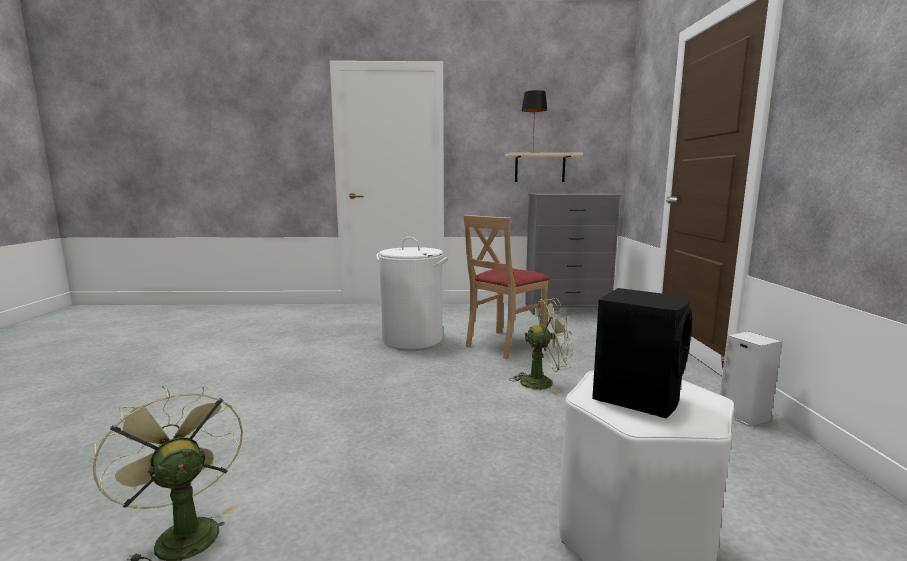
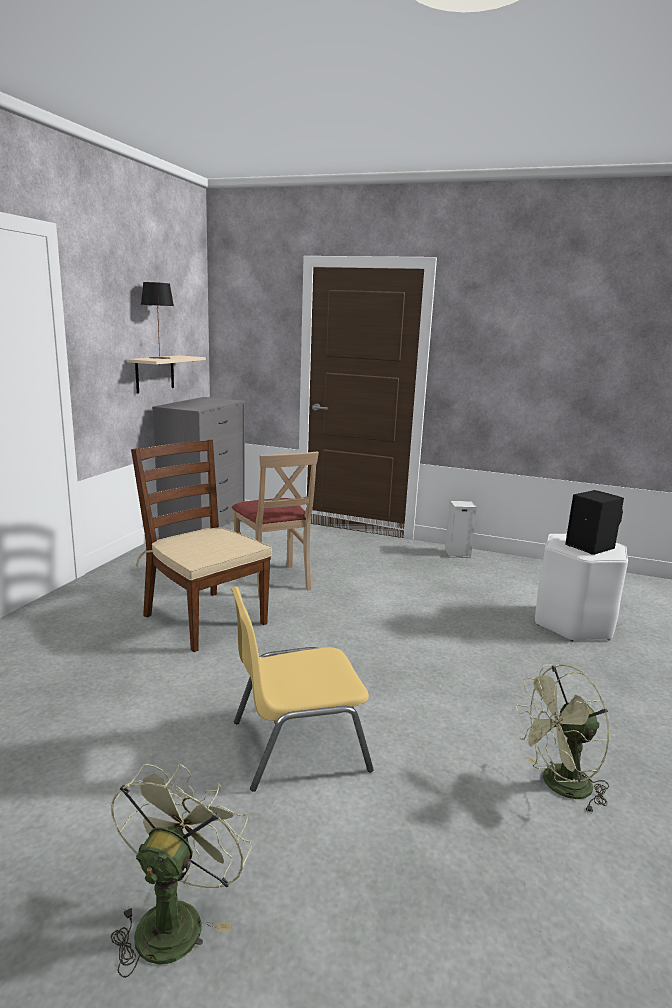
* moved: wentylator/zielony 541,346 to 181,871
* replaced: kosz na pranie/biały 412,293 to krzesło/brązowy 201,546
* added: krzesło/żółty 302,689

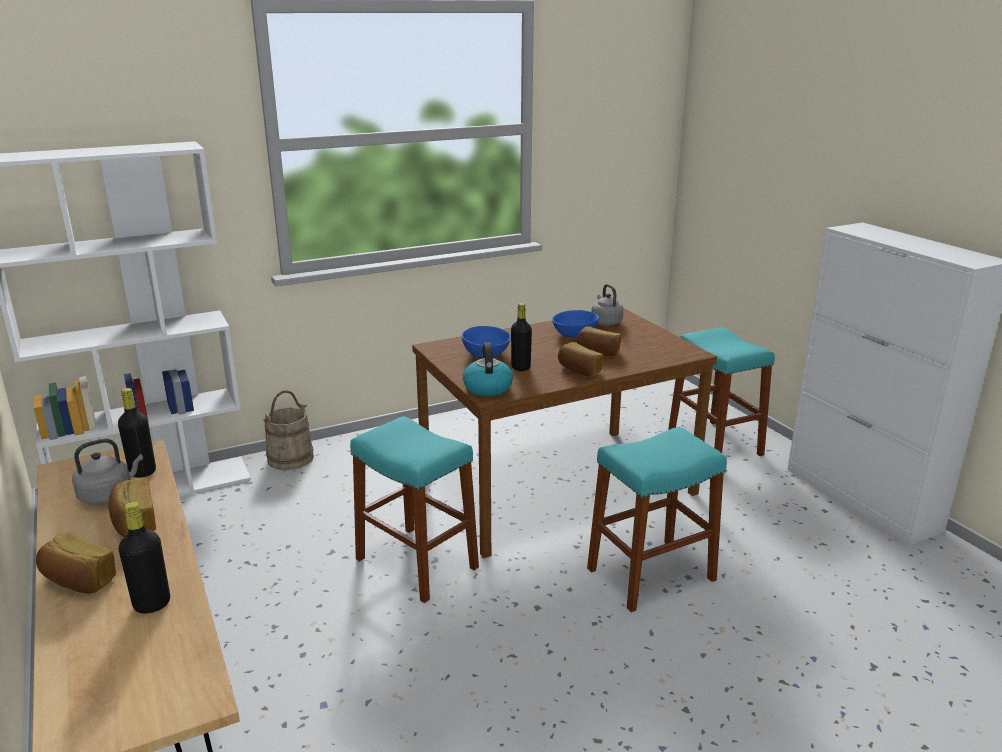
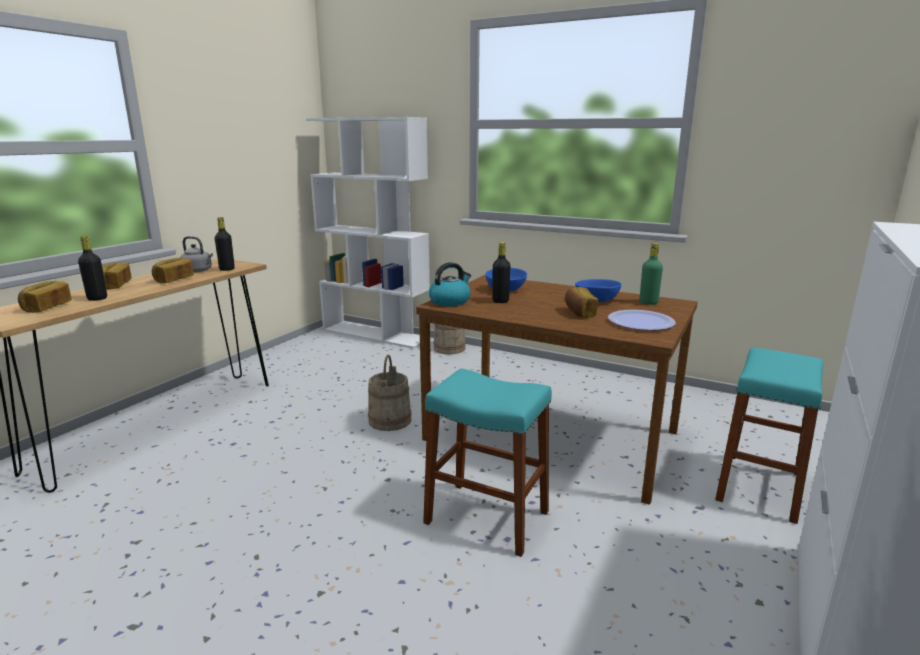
* moved: chleb 580,359 to 45,297
* replaced: stołek/turkusowy 414,509 to wiadro/beżowy 390,393
* added: talerz 642,320
* replaced: czajnik/szary 607,305 to butelka/zielony 651,274

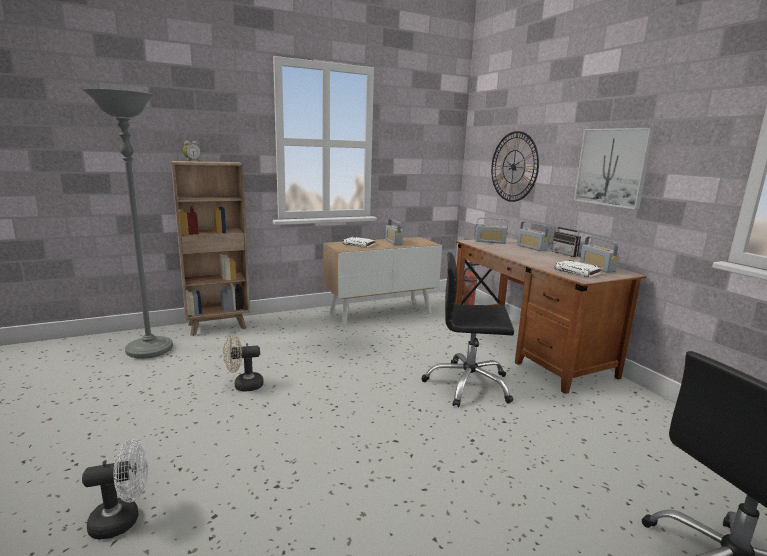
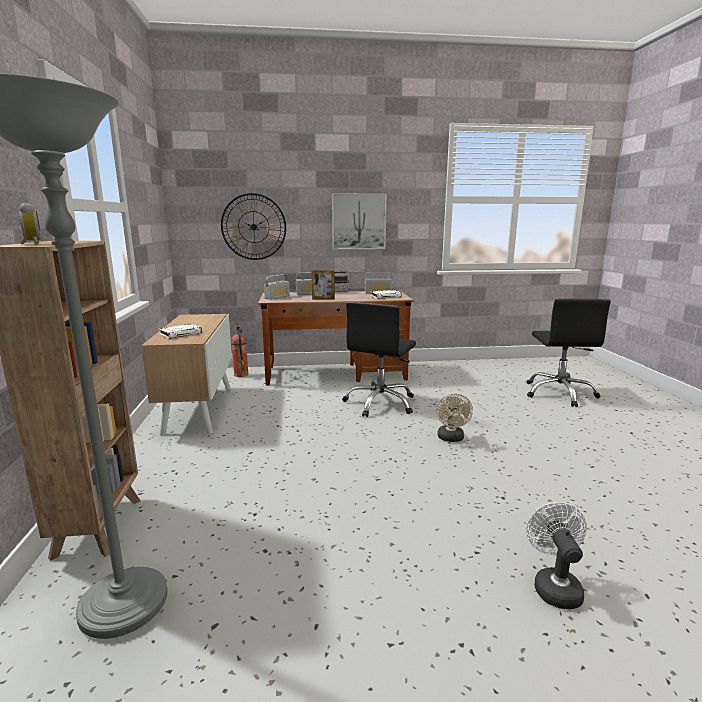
* added: ramka na zdjęcie 323,284
* moved: wentylator/beżowy 243,363 to 454,417
* removed: radio 394,232

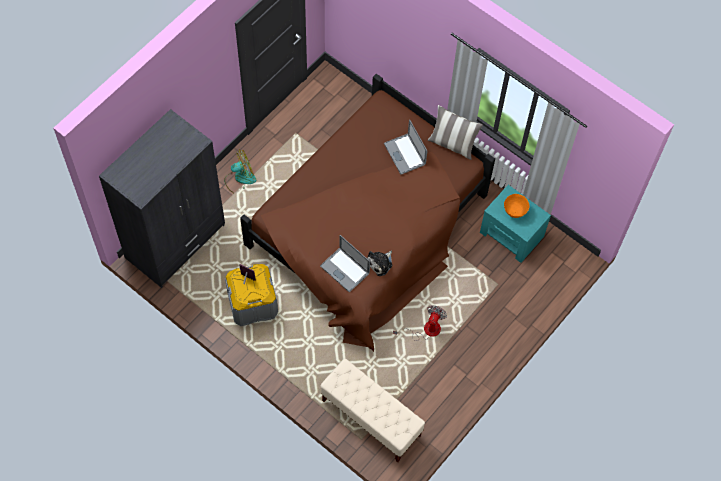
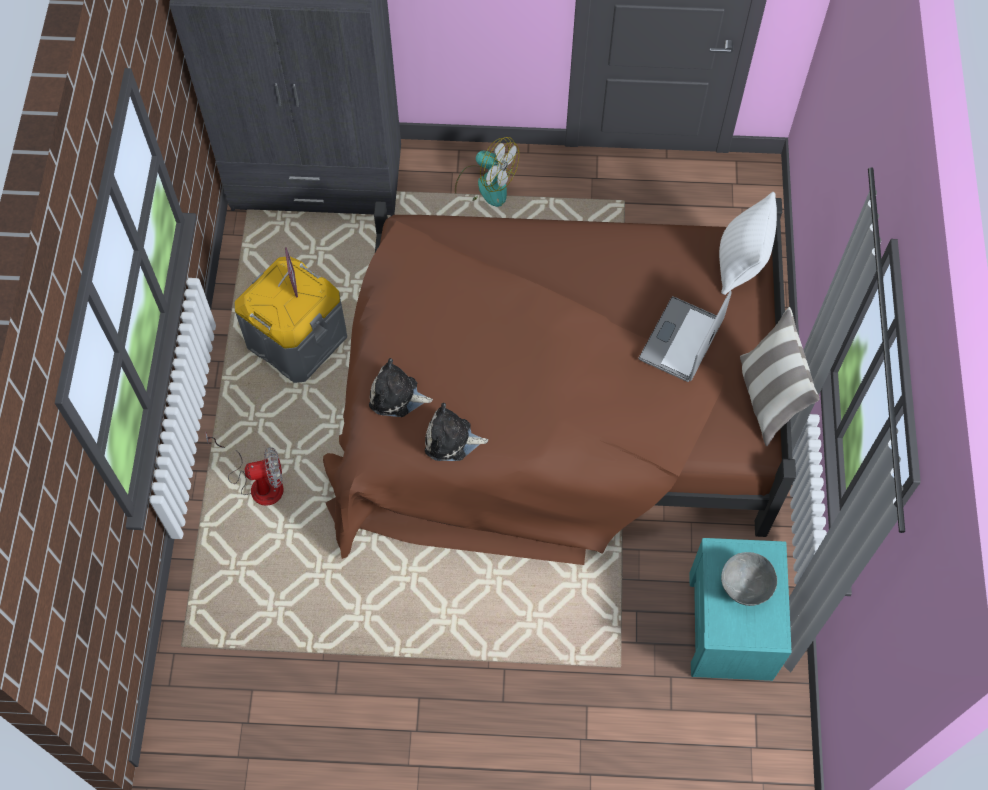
* moved: wentylator 420,323 to 244,468
* replaced: laptop 345,263 to pluszak 401,387
* added: poduszka/biały 748,243
* recoloured: miska/pomarańczowy 516,206 to miska/szary 749,579
* removed: ławka/beżowy 372,410

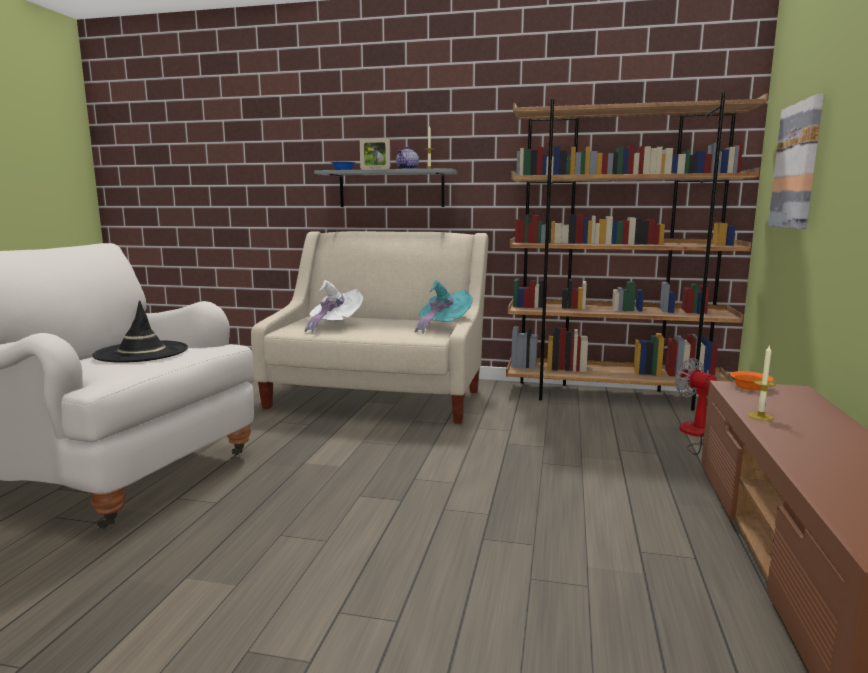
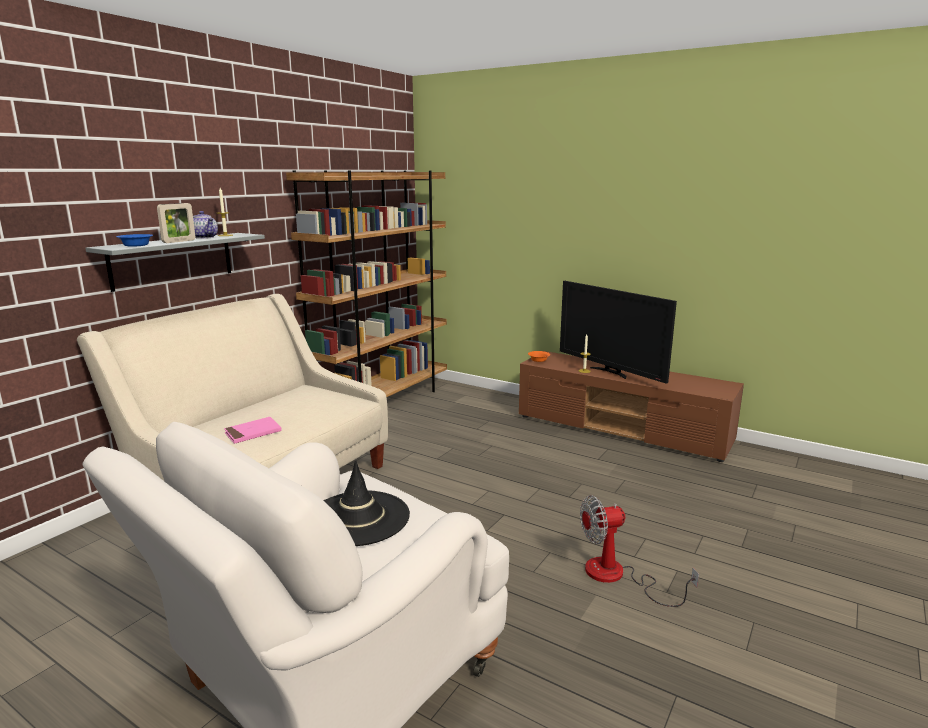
* replaced: kapelusz/biały 333,306 to książka/różowy 253,430
* added: telewizor 618,332
* moved: wentylator 696,406 to 639,551
* removed: kapelusz/turkusowy 444,307
* removed: obraz 796,161

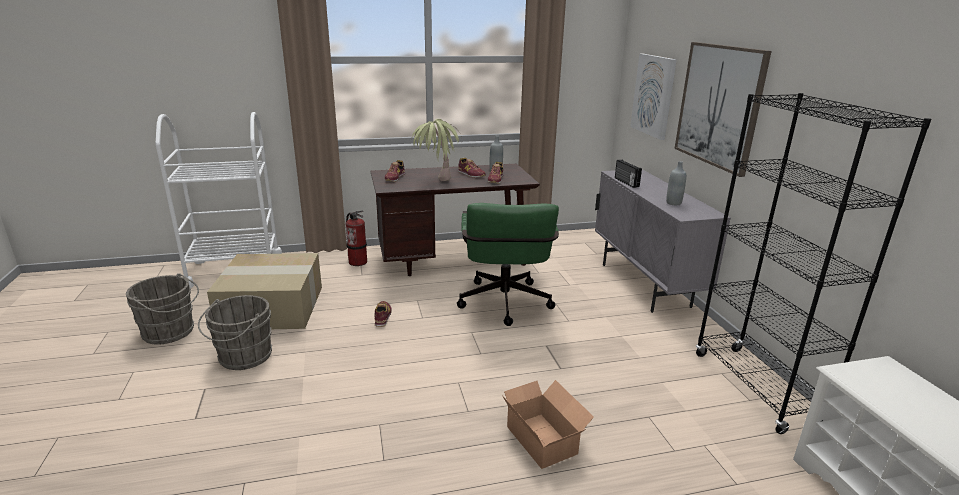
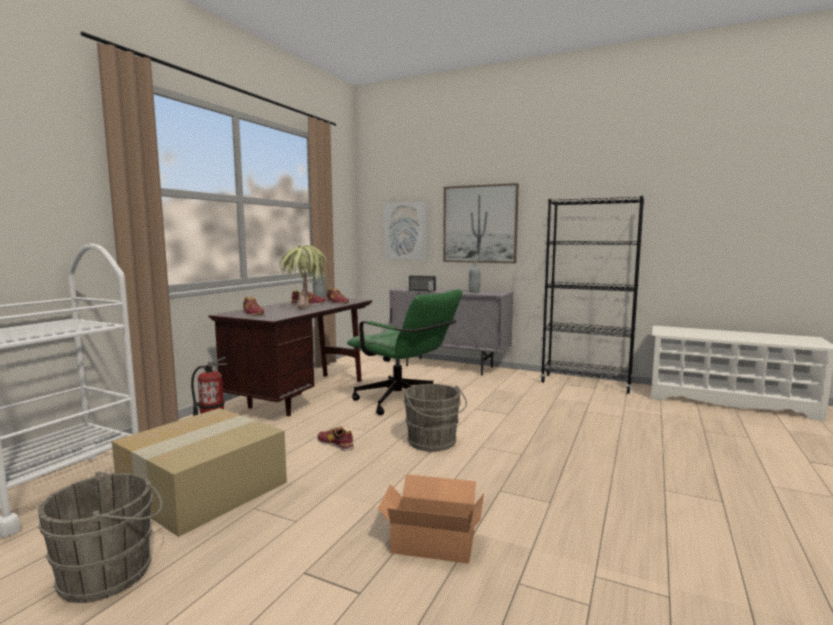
* moved: karton 548,424 to 431,519
* moved: wiadro/szary 235,332 to 435,418

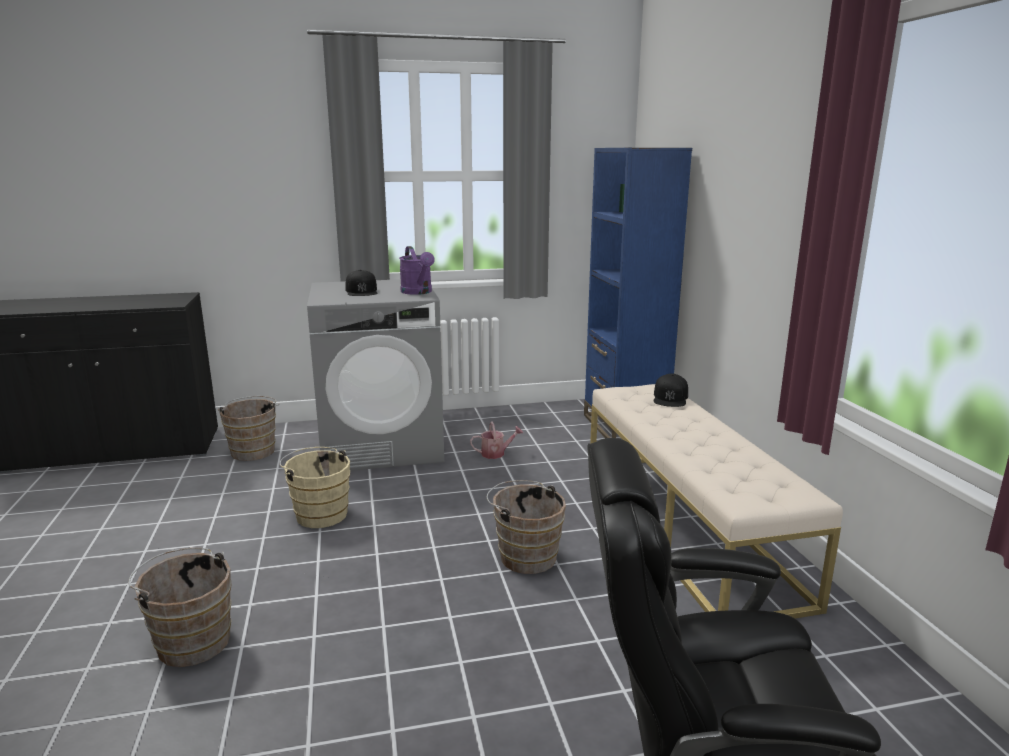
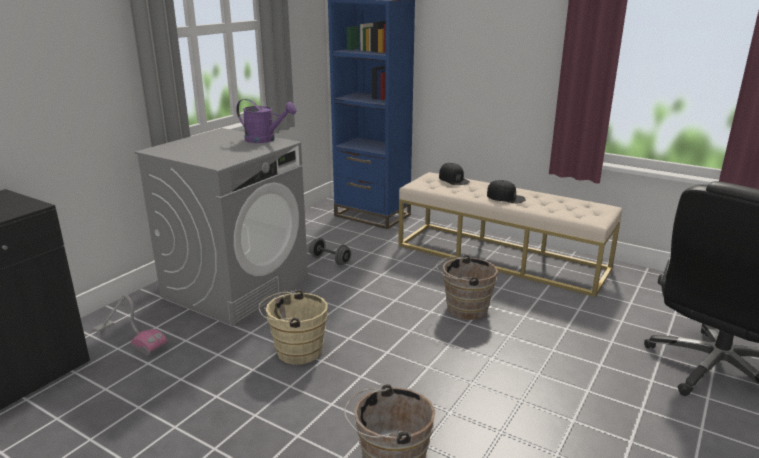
* replaced: wiadro/brązowy 248,428 to odkurzacz 130,325
* replaced: konewka 496,440 to hantel/szary 330,251
* moved: czapka z daszkiem/czarny 361,283 to 506,191

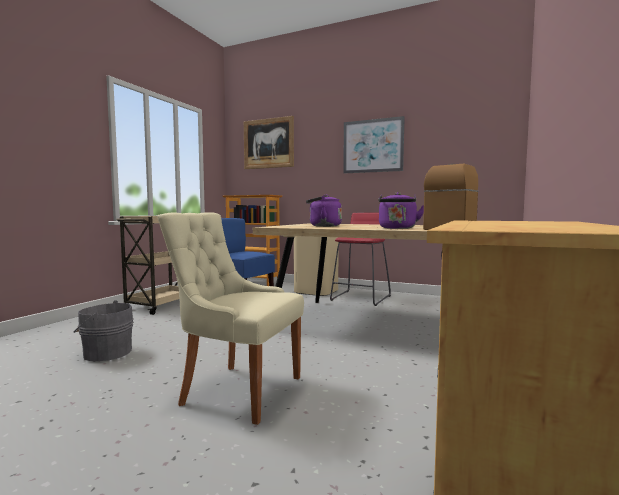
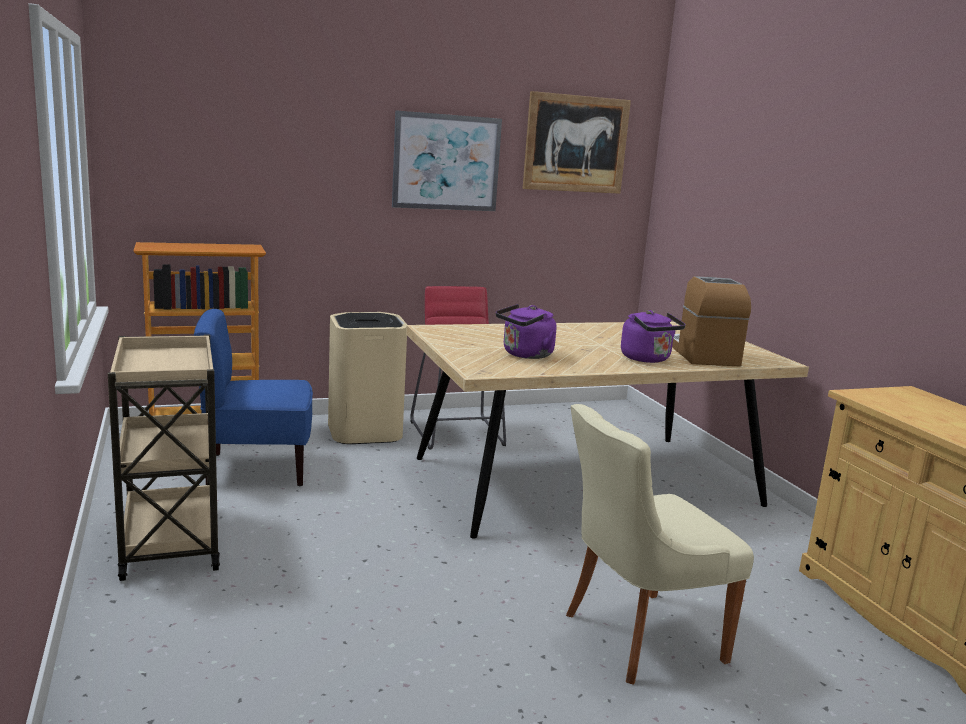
* moved: obraz 269,142 to 576,142
* removed: wiadro/szary 103,330

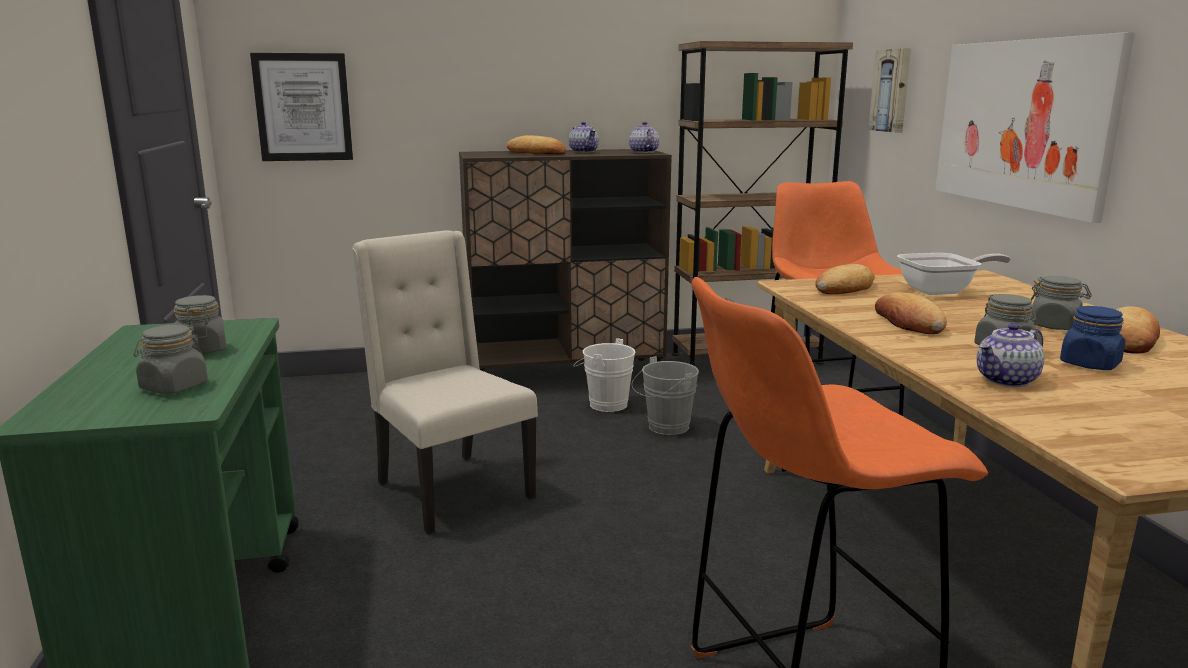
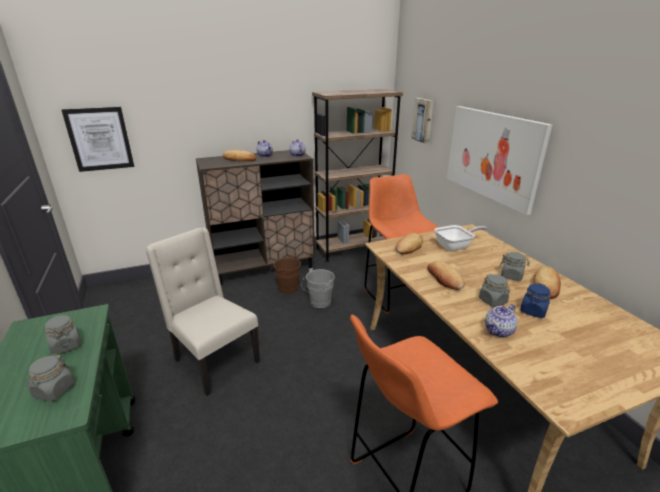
* recoloured: wiadro/biały 604,375 to wiadro/brązowy 285,274

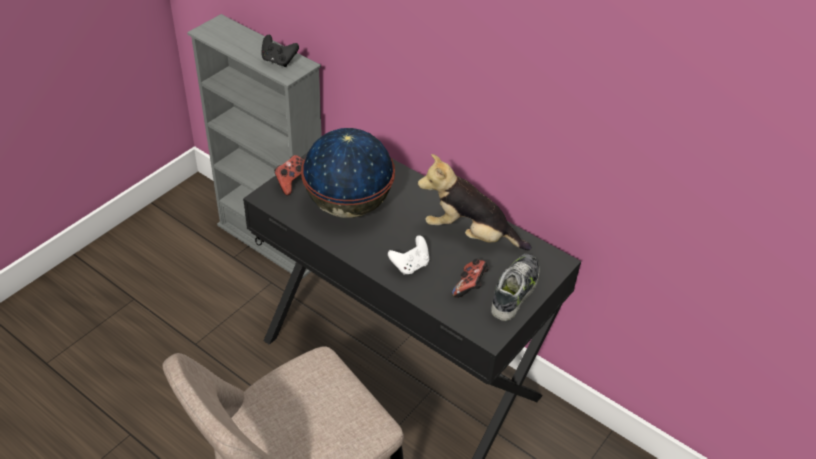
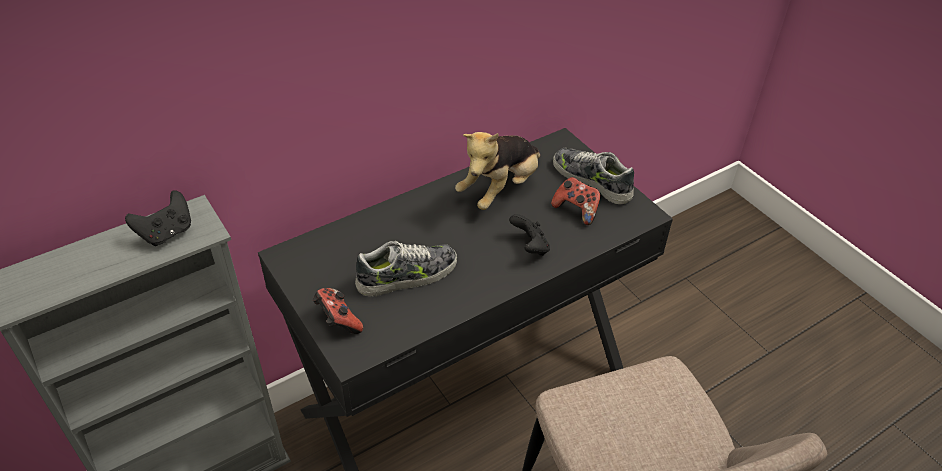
* replaced: globus 348,173 to but 406,269
* recoloured: pad do gier/biały 408,255 to pad do gier/czarny 529,235

